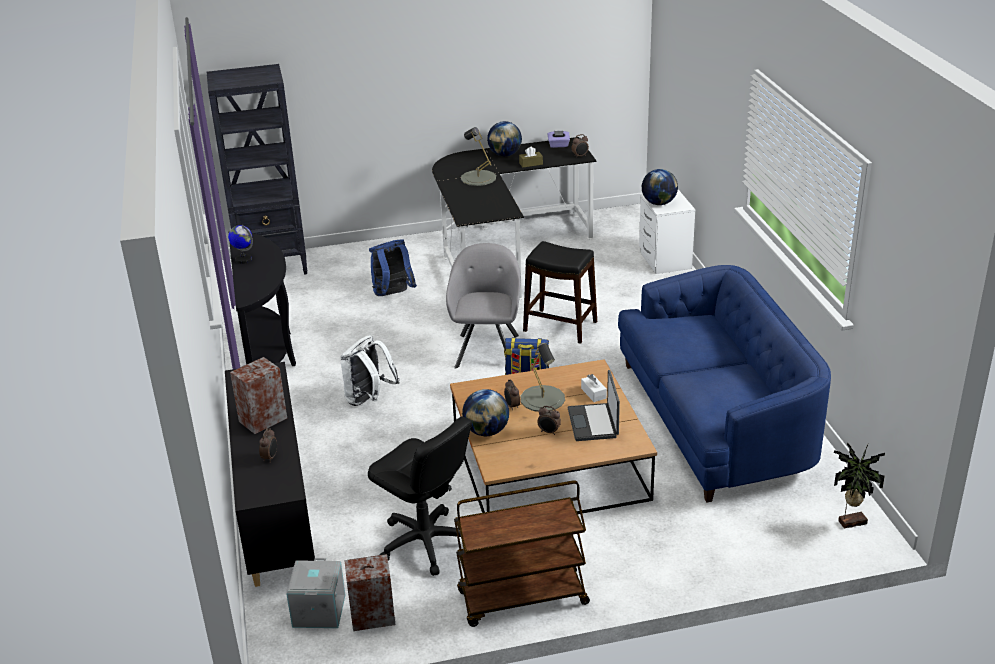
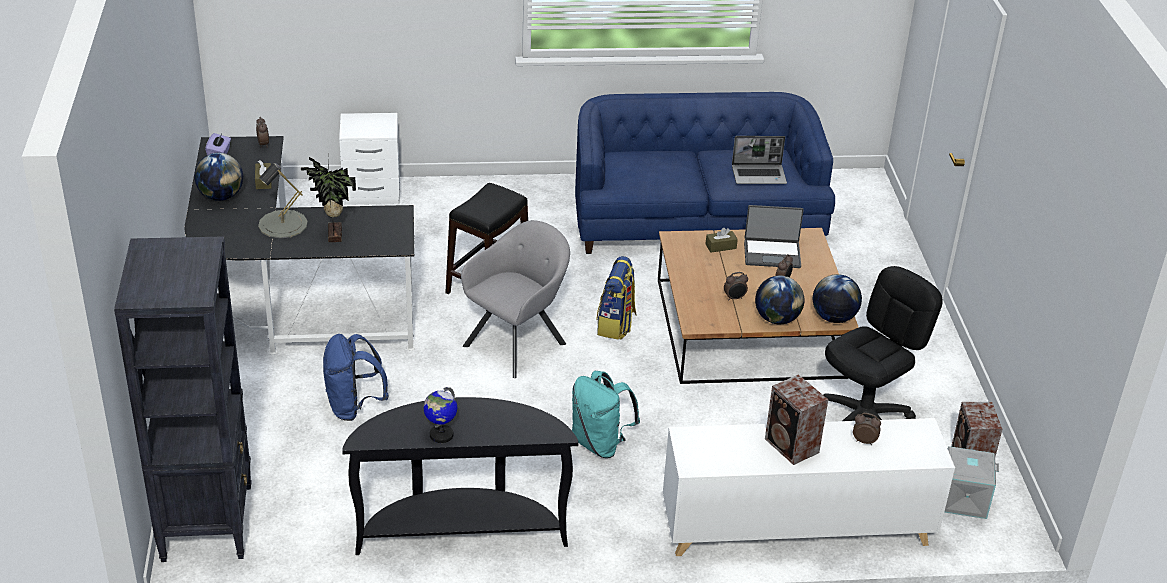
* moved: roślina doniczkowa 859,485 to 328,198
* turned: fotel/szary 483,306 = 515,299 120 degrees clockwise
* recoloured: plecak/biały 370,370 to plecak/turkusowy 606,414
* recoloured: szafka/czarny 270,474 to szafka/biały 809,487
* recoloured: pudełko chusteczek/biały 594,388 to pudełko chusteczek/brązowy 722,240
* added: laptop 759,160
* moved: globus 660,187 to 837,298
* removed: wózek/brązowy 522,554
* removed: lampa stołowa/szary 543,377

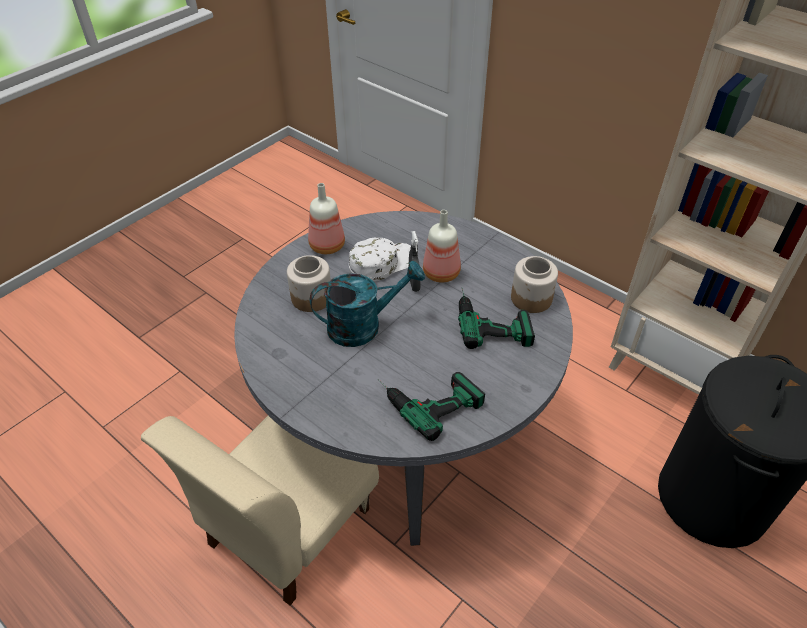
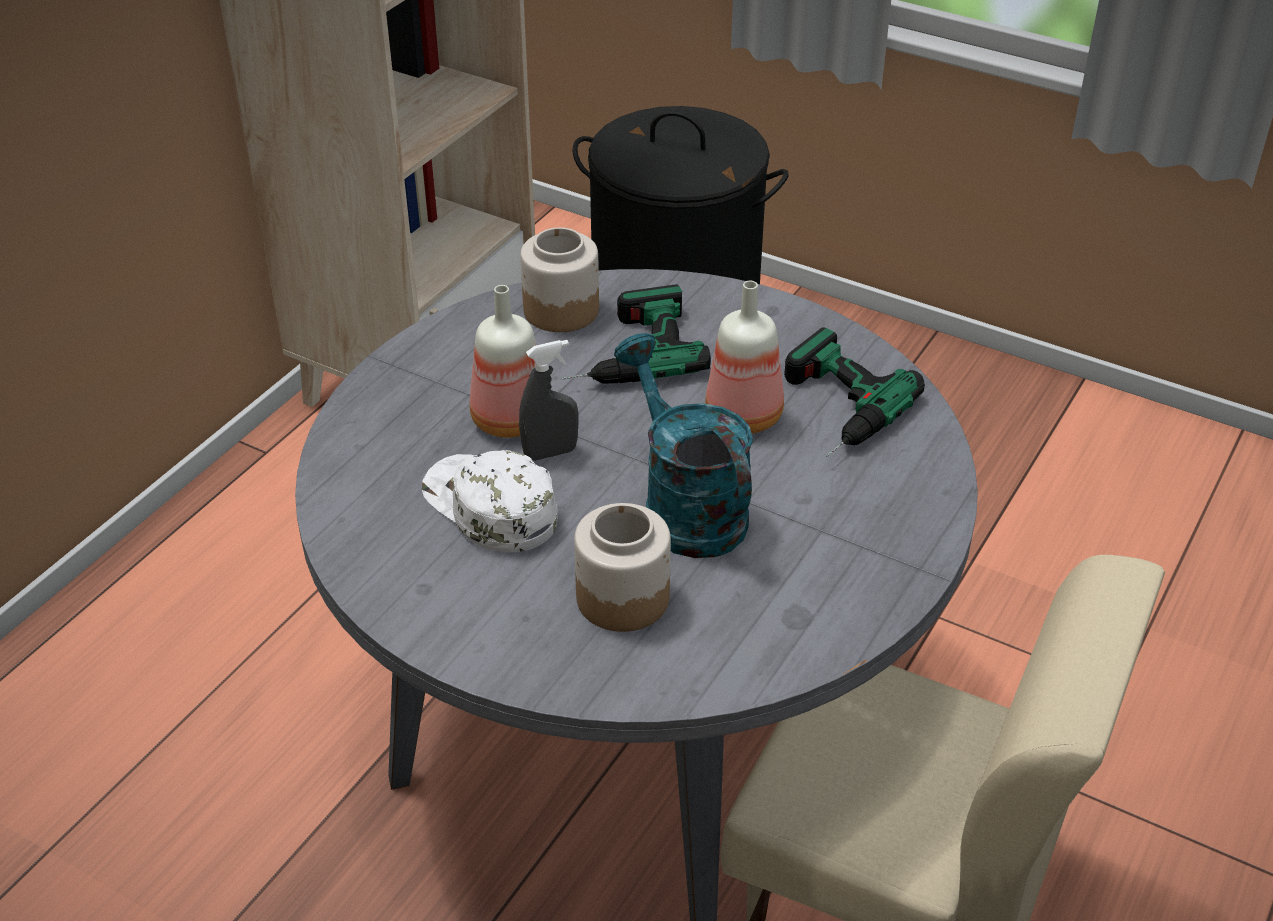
* moved: butelka 326,218 to 744,357

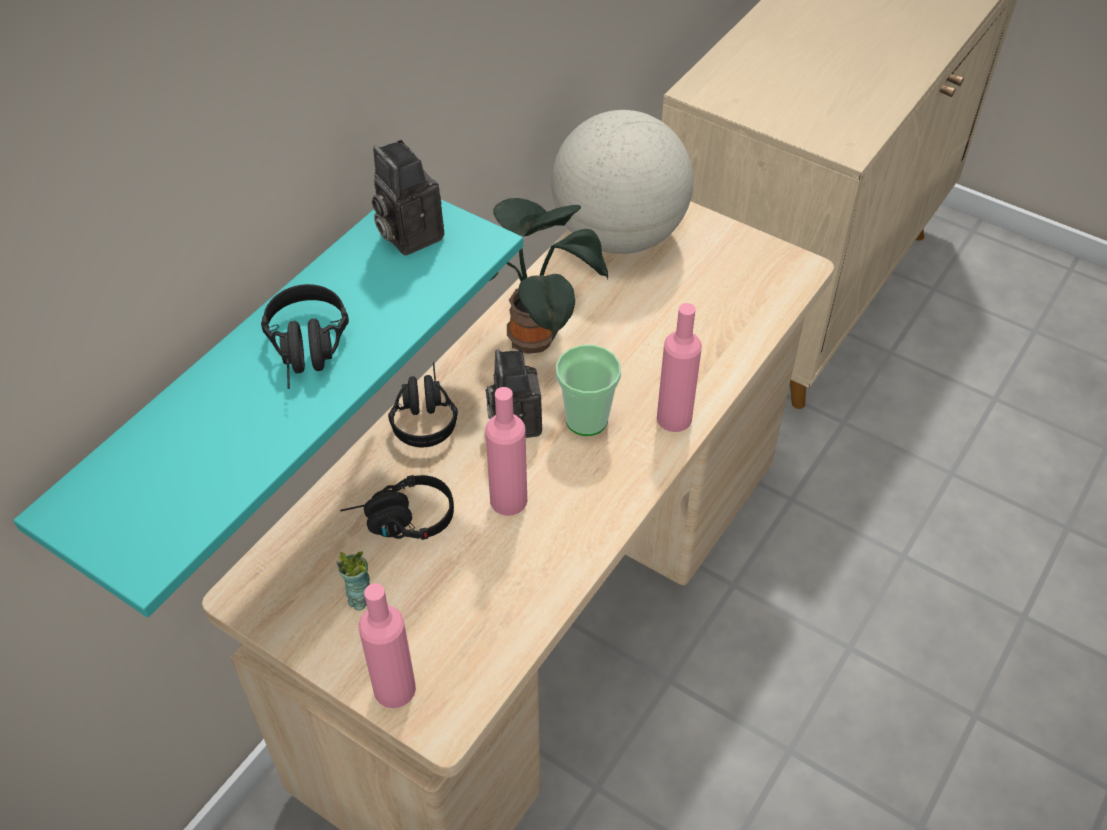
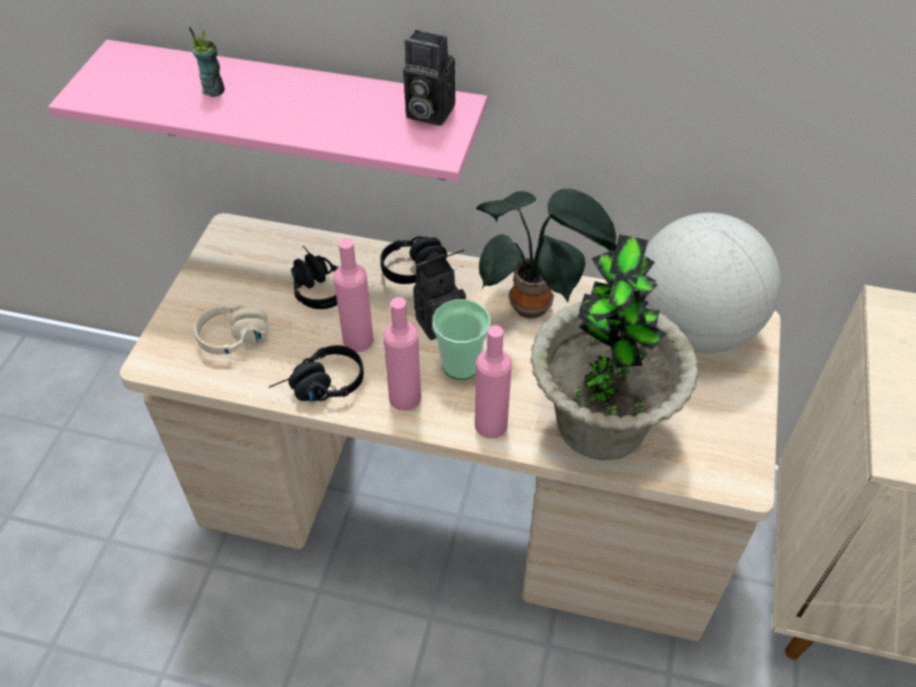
* recoloured: półka/turkusowy 268,408 to półka/różowy 267,110
* moved: filiżanka 353,581 to 207,62
* added: słuchawki/beżowy 240,330
* moved: słuchawki/czarny 305,336 to 316,373
* moved: butelka/różowy 387,645 to 402,354
* turned: aparat fotograficzny 408,197 = 429,78 105 degrees counterclockwise
* added: roślina doniczkowa 614,347

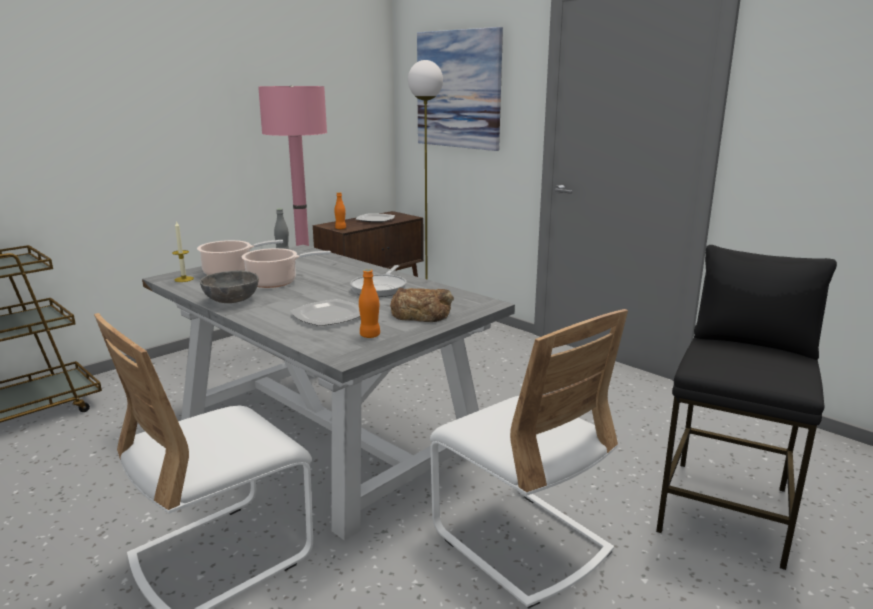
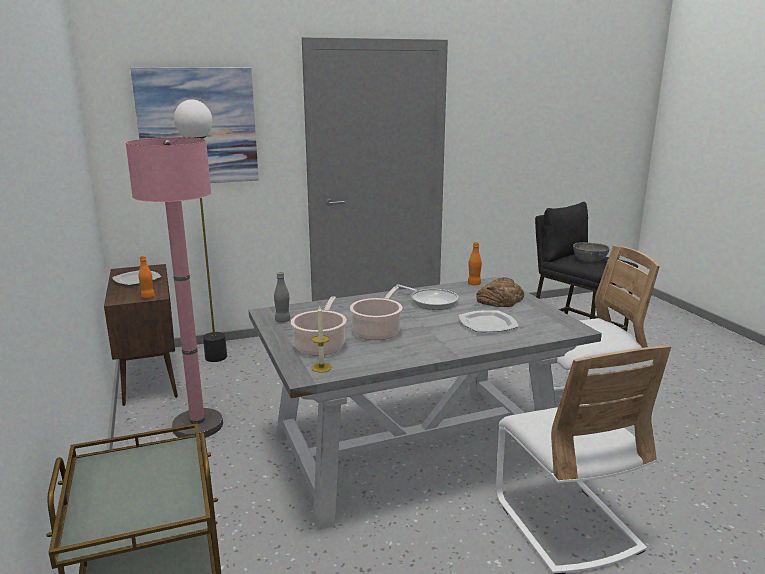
* moved: butelka/pomarańczowy 369,303 to 475,263
* moved: miska/szary 229,287 to 591,252

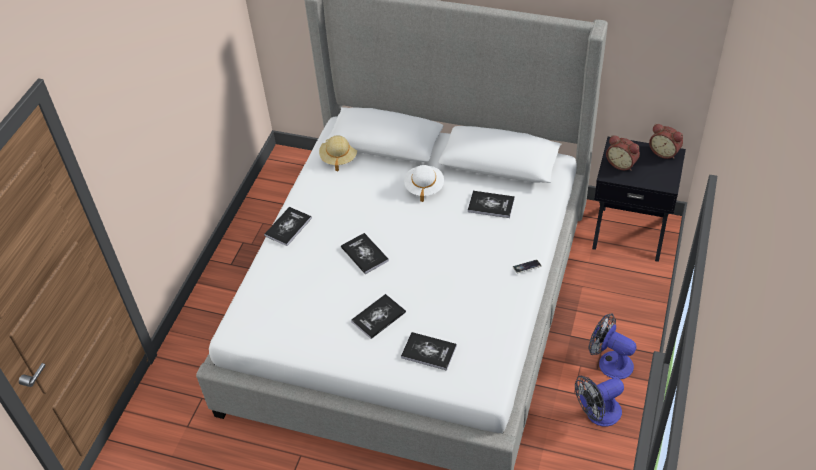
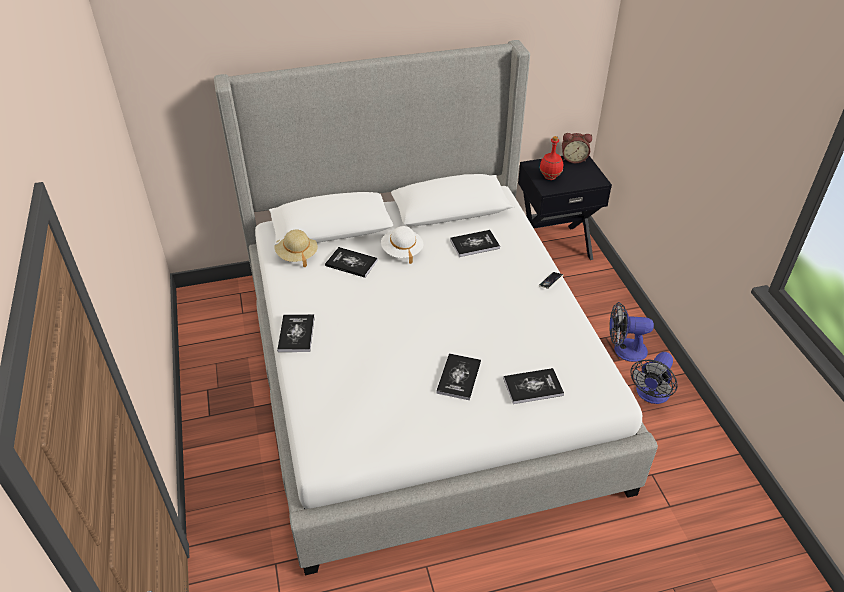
* moved: książka 365,253 to 351,262
* replaced: budzik 623,153 to butelka/czerwony 551,158

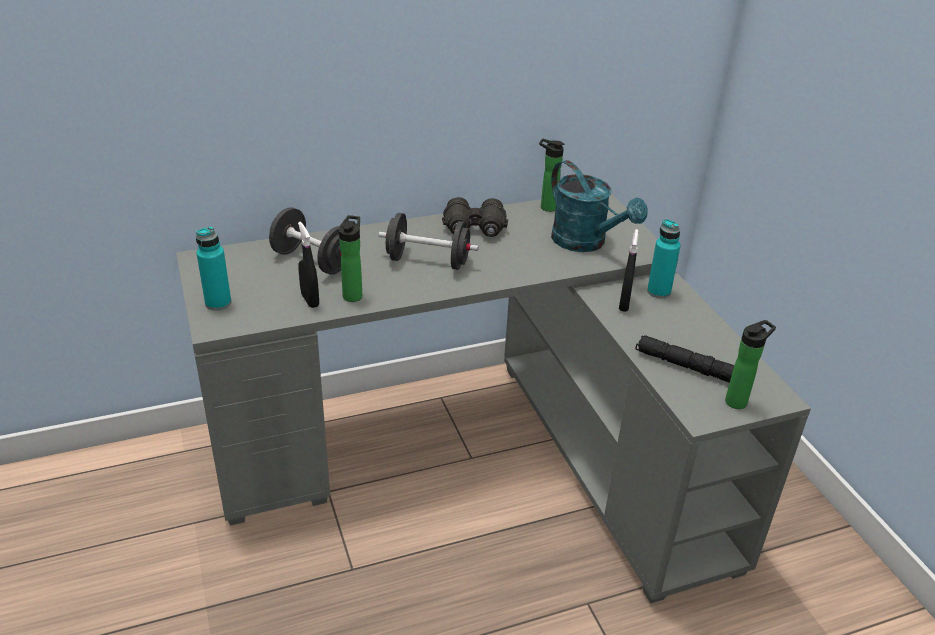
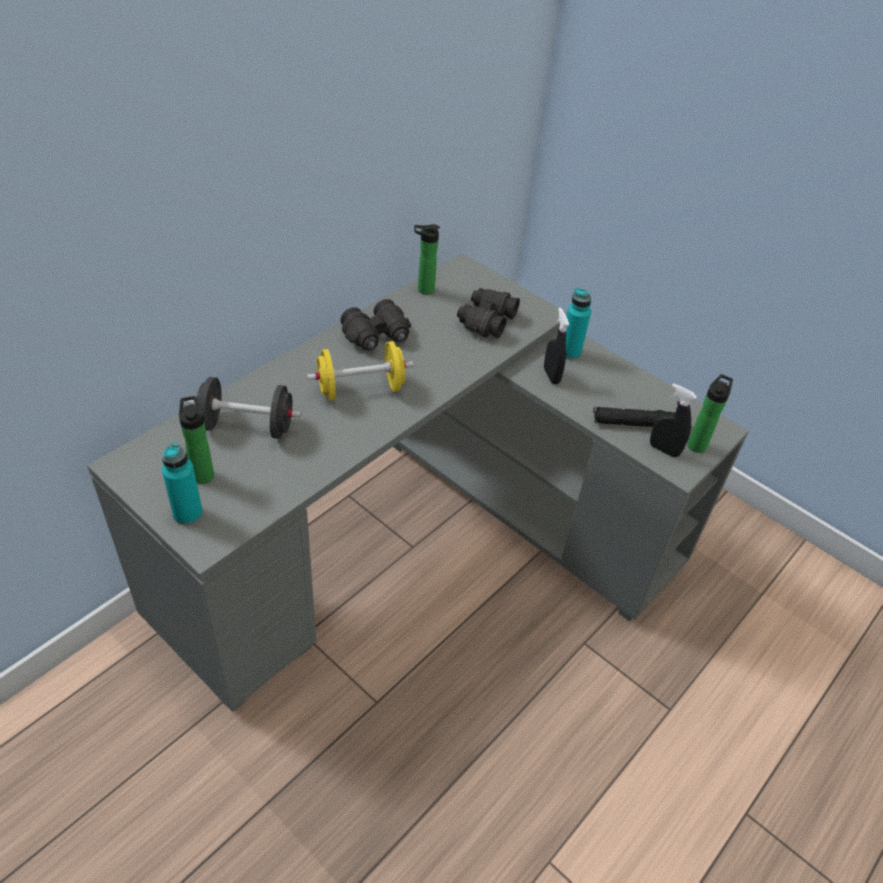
* moved: butelka 350,258 to 196,440
* recoloured: hantel/czarny 428,241 to hantel/żółty 360,370
* replaced: konewka/turkusowy 599,206 to lornetka/czarny 488,313
* moved: spryskiwacz/czarny 308,265 to 673,420

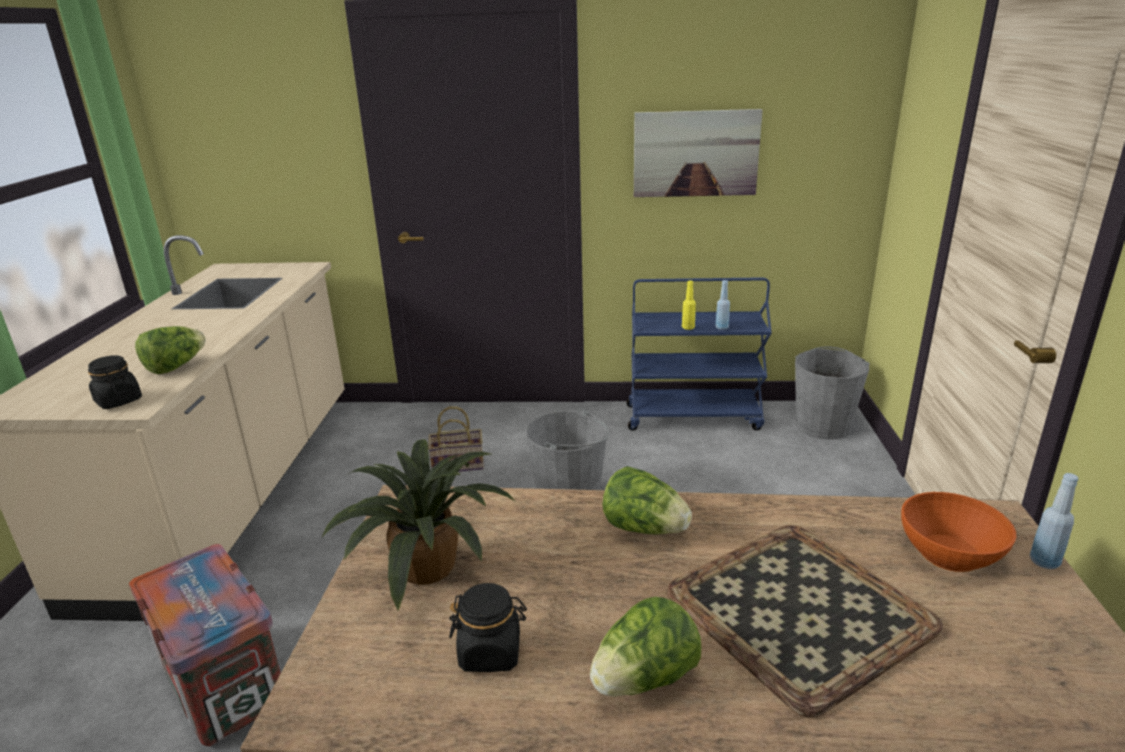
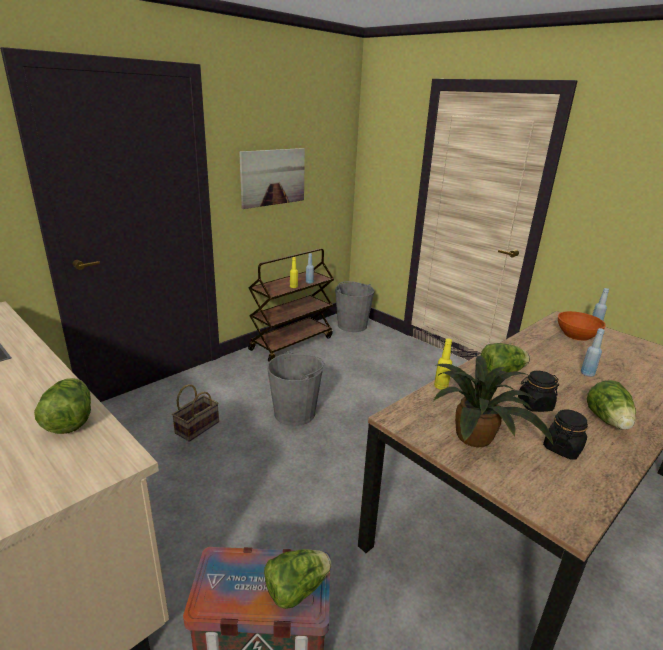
* recoloured: wózek/niebieski 699,354 to wózek/brązowy 291,305
* added: sałata 297,579
* added: butelka/żółty 443,364
* moved: słoik/czarny 115,382 to 538,391
* replaced: taca 804,621 to butelka/niebieski 593,352

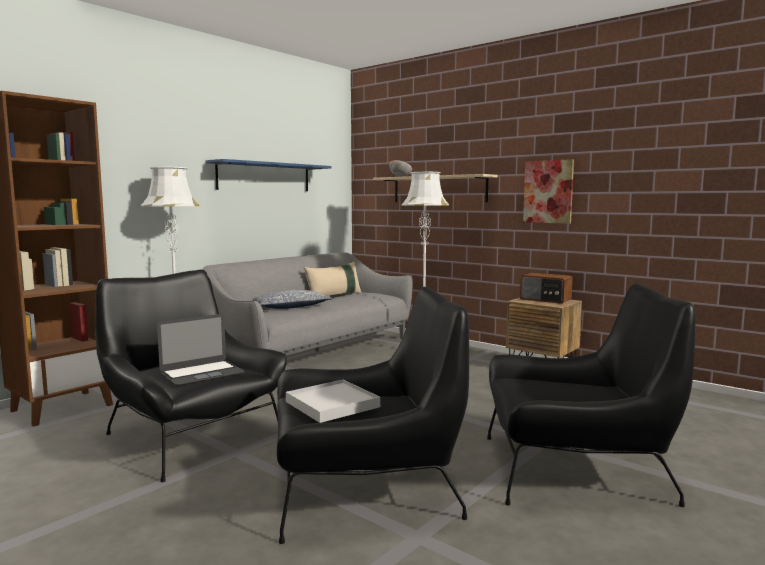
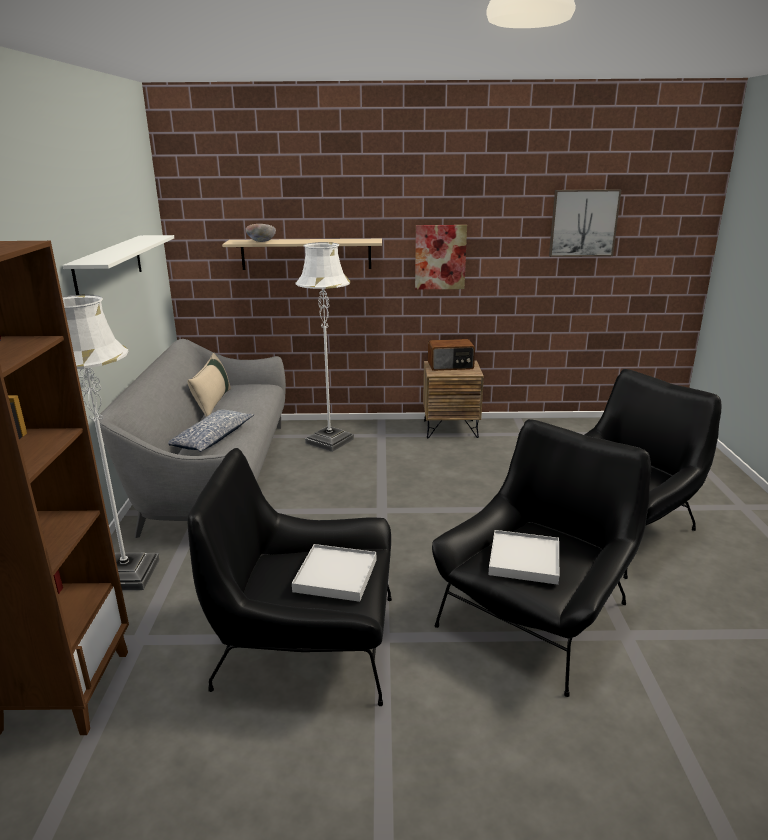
* recoloured: półka/niebieski 268,175 to półka/biały 118,265
* replaced: laptop 201,350 to taca/biały 334,573
* added: obraz 585,223

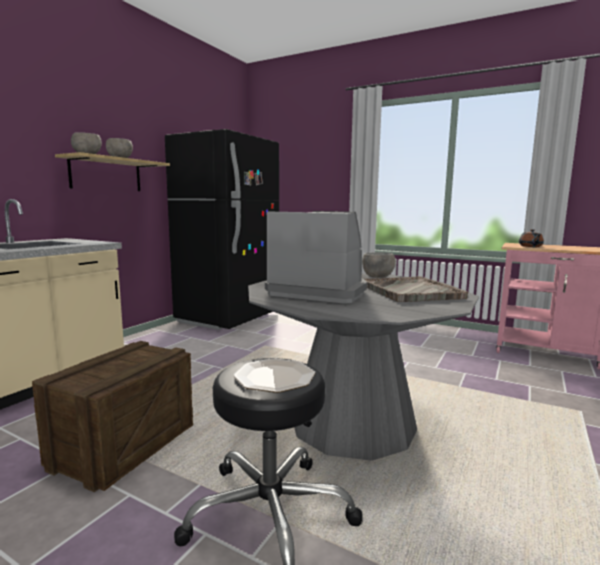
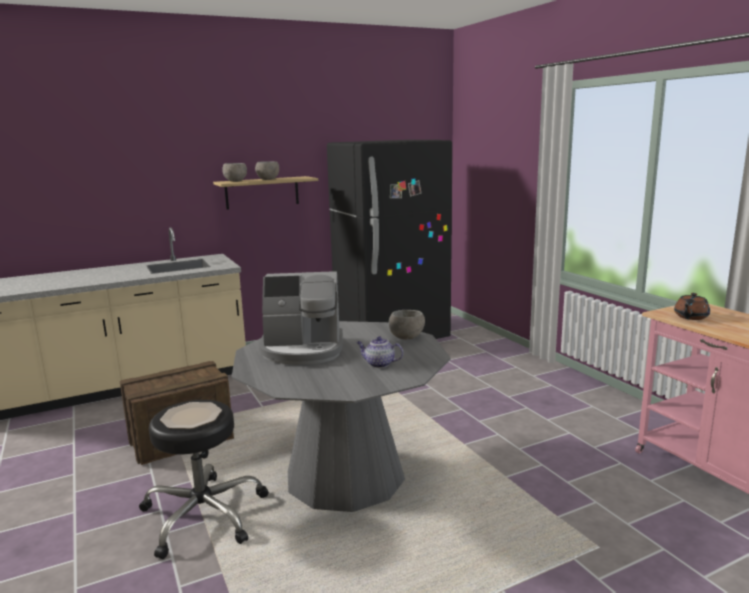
* turned: ekspres do kawy 316,257 = 301,318 120 degrees clockwise
* replaced: taca/szary 416,289 to imbryk 379,352

